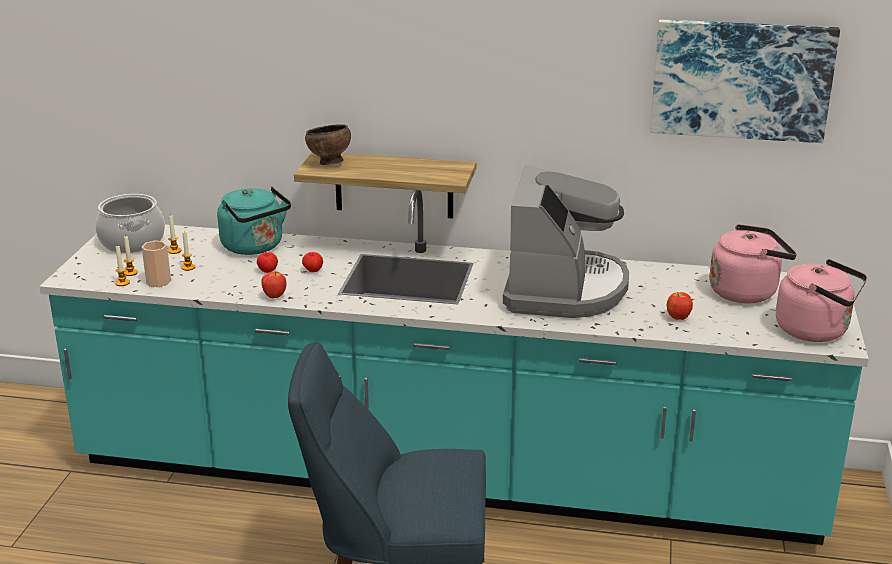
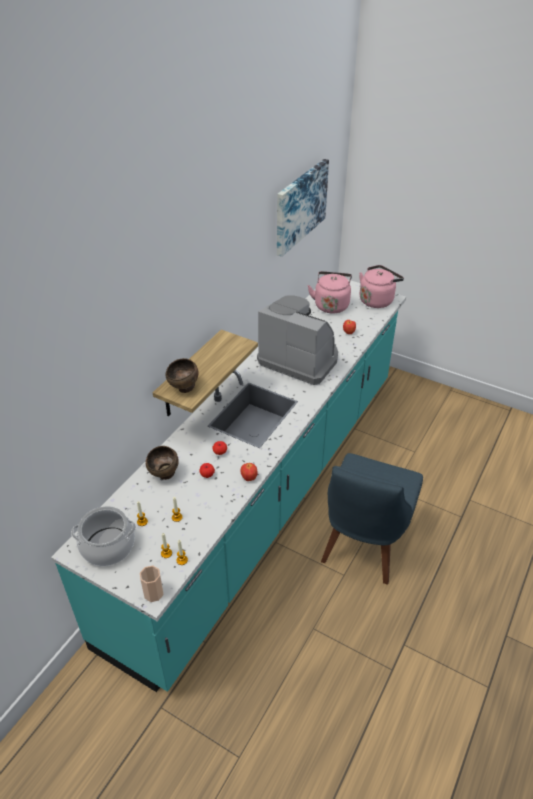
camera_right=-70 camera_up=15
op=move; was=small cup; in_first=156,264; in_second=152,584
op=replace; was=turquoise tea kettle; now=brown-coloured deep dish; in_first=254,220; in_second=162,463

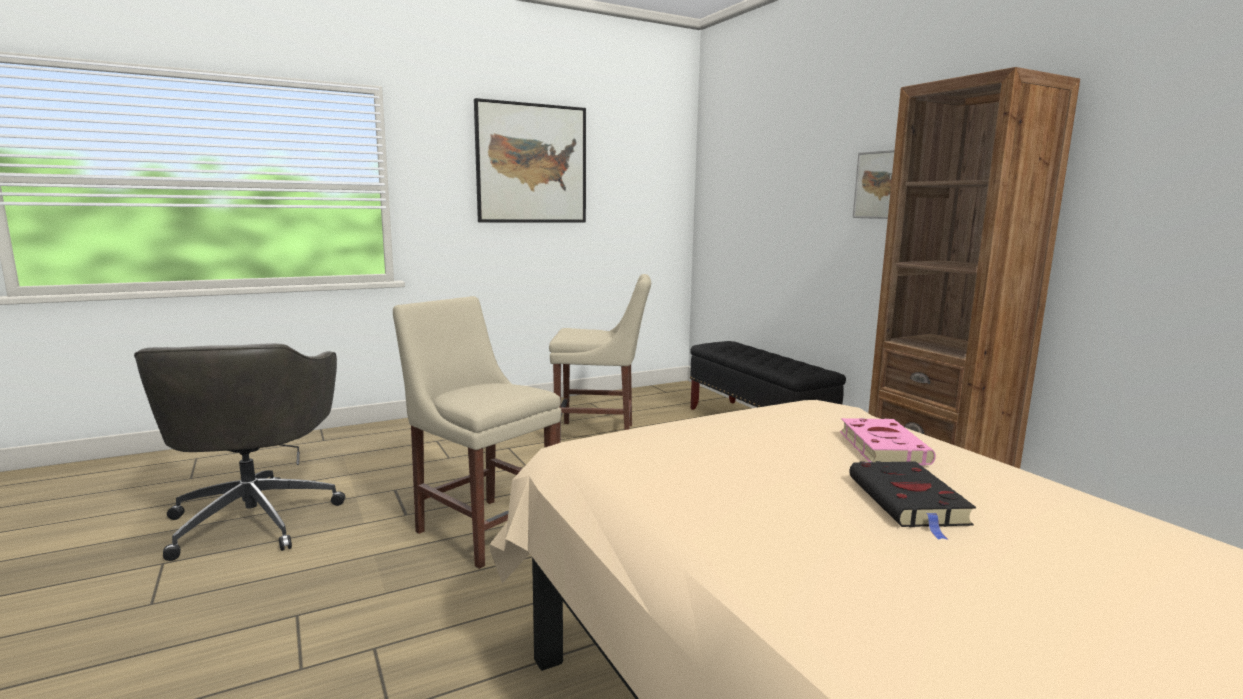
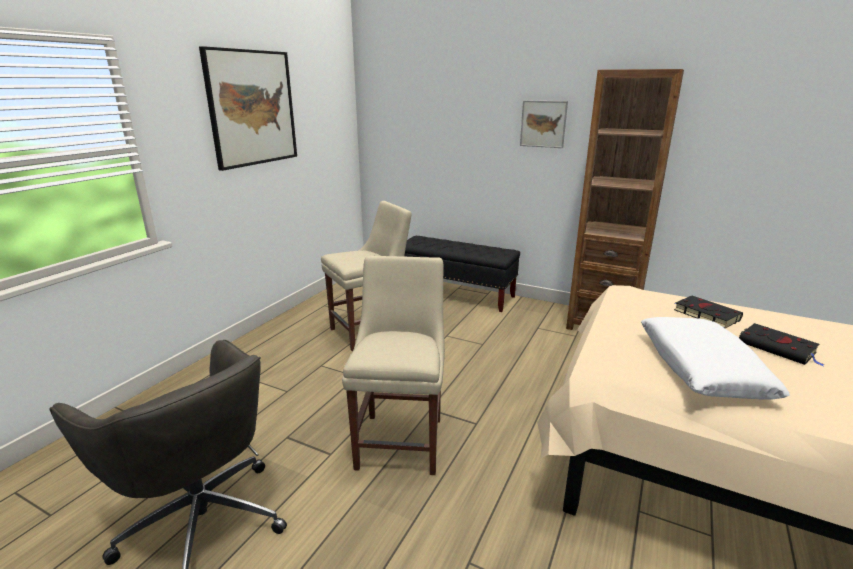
camera_right=-35 camera_up=10
op=insert; now=white-coloured pillow; in_second=715,358
op=recolor; was=pinkish bound book; now=blackish bound book; in_first=888,442; in_second=708,312
op=rotate; was=beige-coloured chair; in_first=477,432; in_second=393,365; clockwise=90

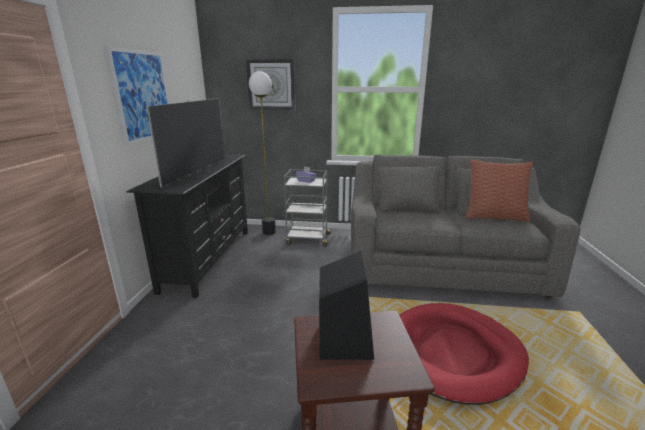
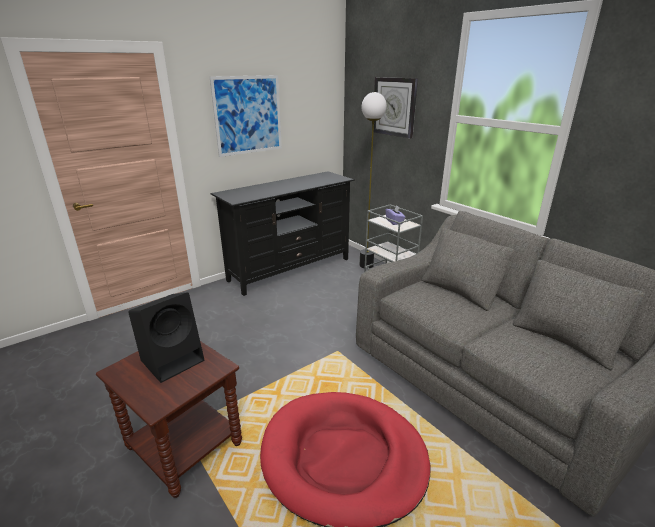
camera_right=45 camera_up=5
op=delete; was=TV set; in_first=186,143
op=delete; was=pillow; in_first=499,191

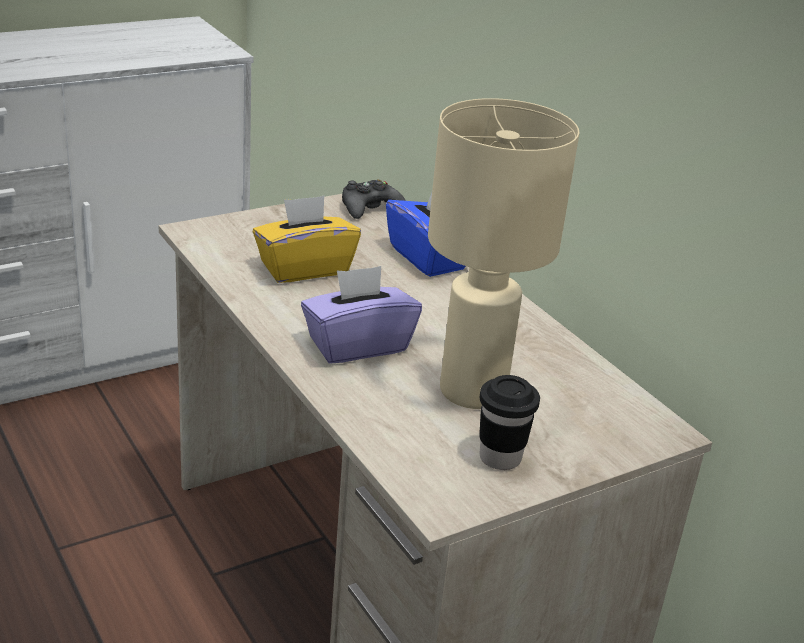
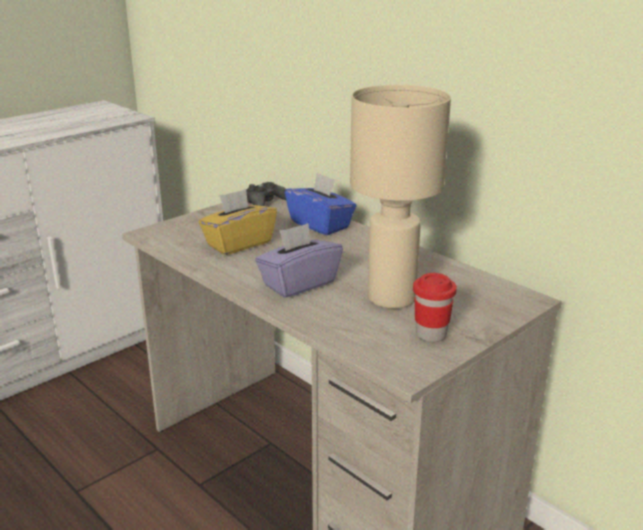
camera_right=-10 camera_up=-5
op=recolor; was=blackish small cup; now=reddish small cup; in_first=509,422; in_second=435,307

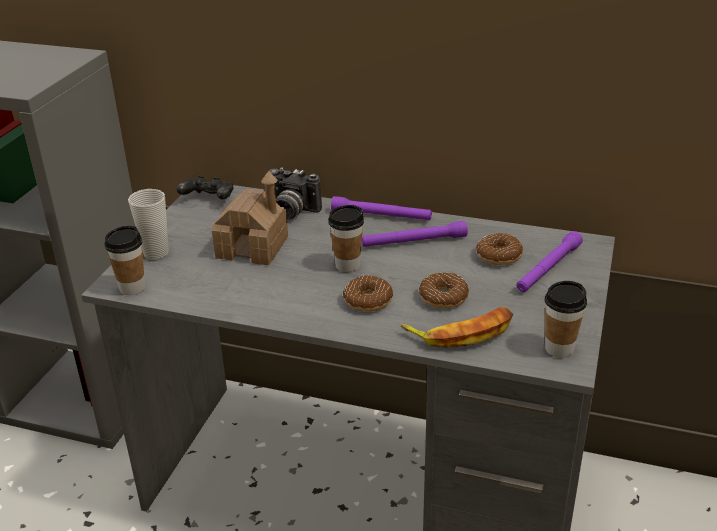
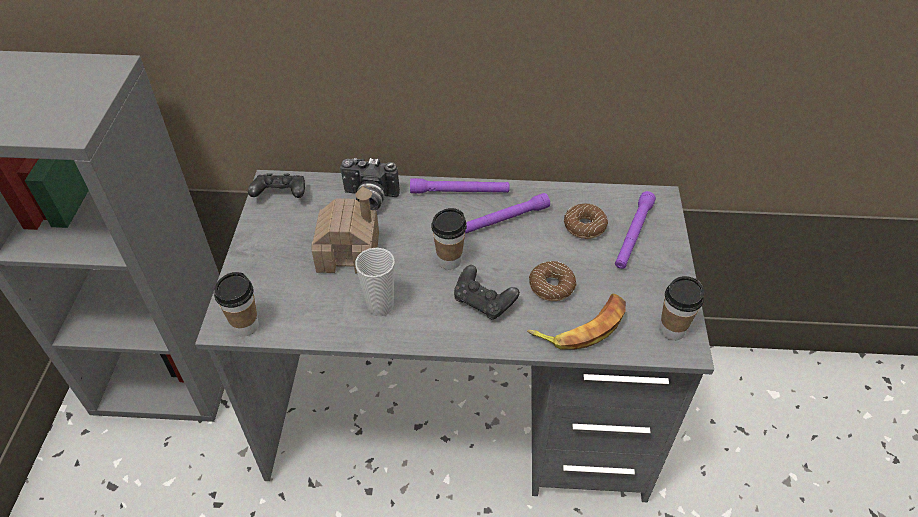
camera_right=-15 camera_up=15
op=move; was=small cup; in_first=148,224; in_second=375,281
op=replace; was=ring doughnut; now=blackish gamepad; in_first=368,293; in_second=487,292

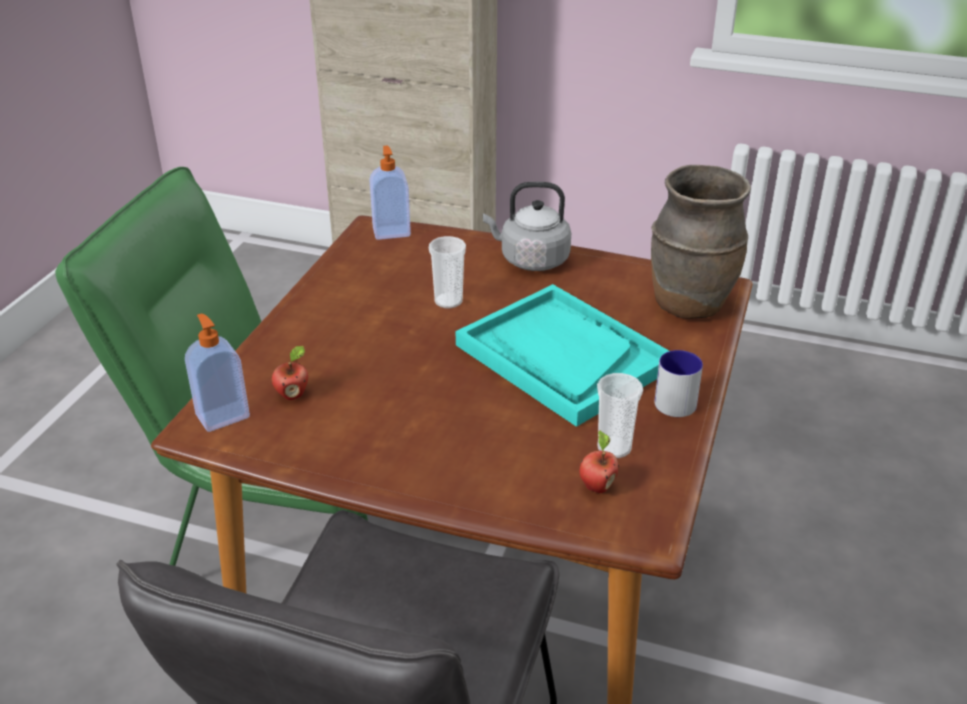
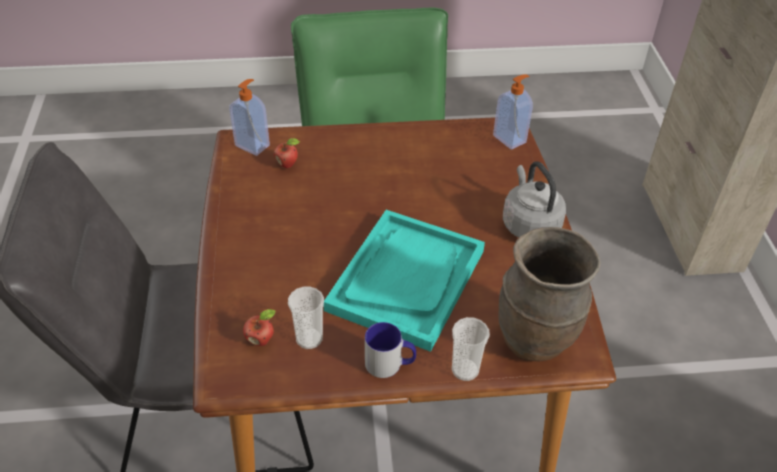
camera_right=65 camera_up=10
op=move; was=small cup; in_first=447,272; in_second=471,349

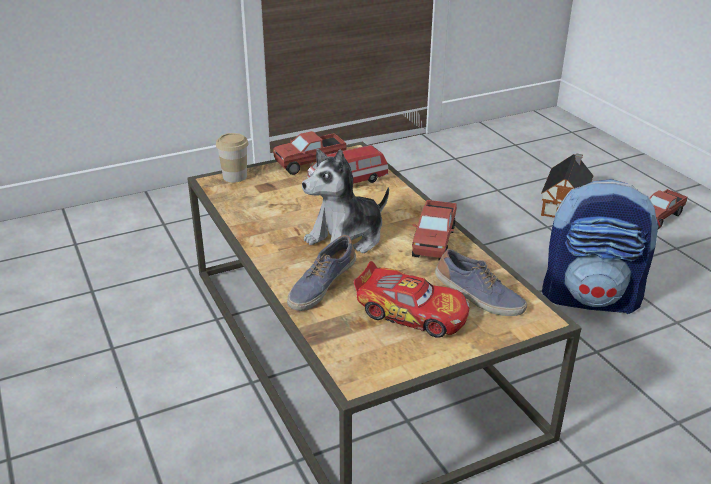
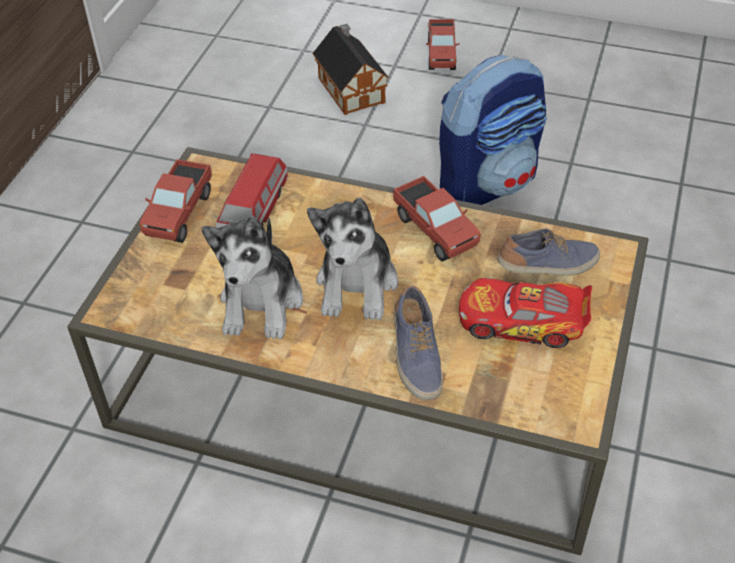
camera_right=-45 camera_up=15
op=delete; was=small cup; in_first=232,158
op=insert; now=plush toy; in_second=252,278
op=rotate; was=model car; in_first=411,299; in_second=525,313; clockwise=-150

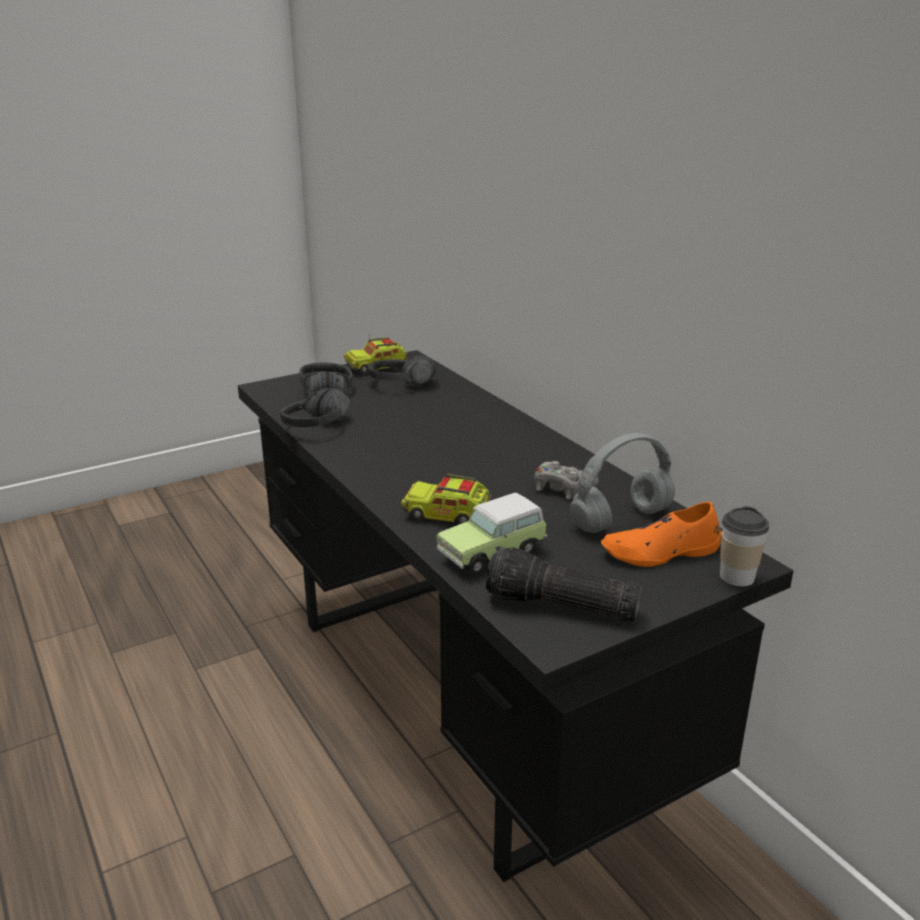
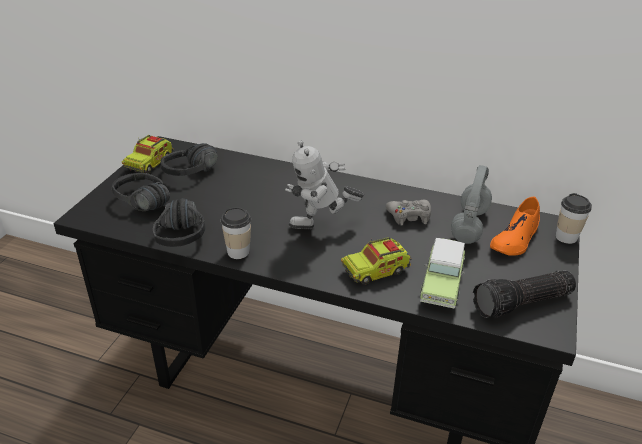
camera_right=-40 camera_up=10
op=insert; now=small cup; in_second=236,233
op=insert; now=robot figure; in_second=324,184

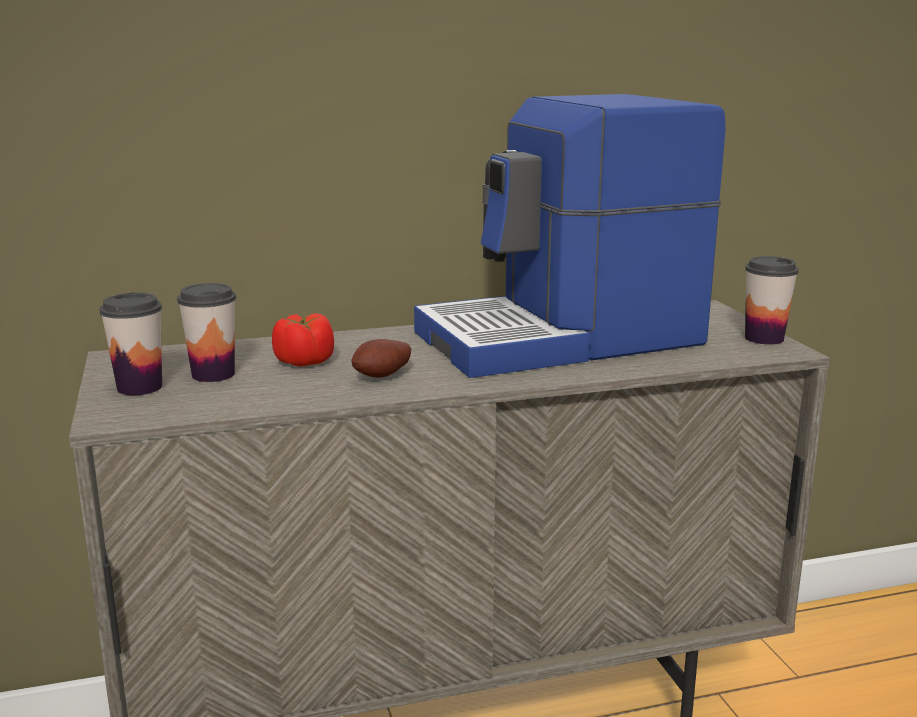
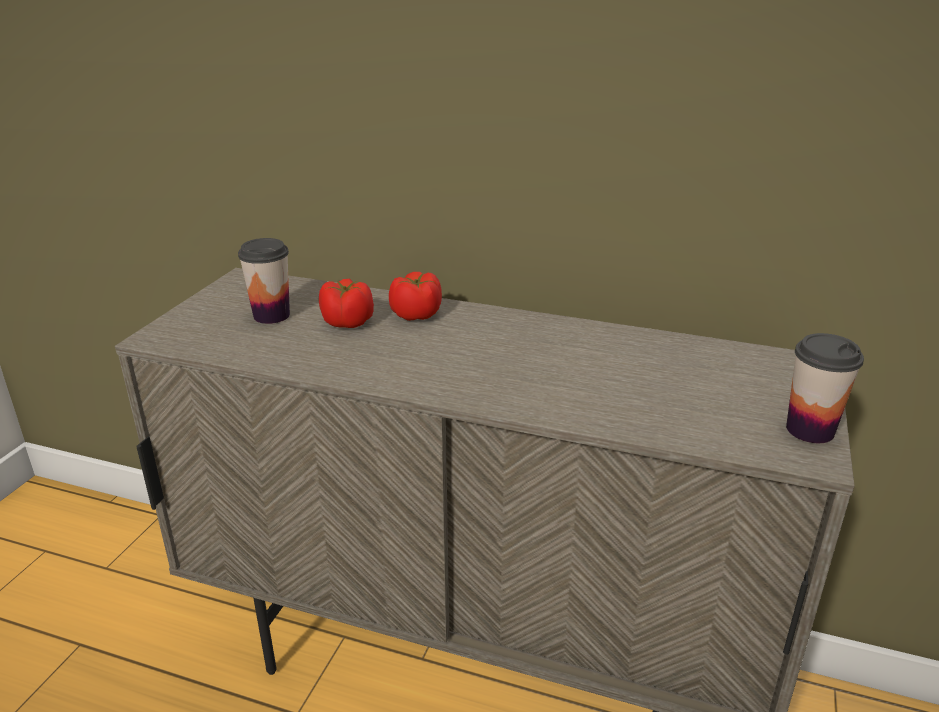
camera_right=35 camera_up=10
op=delete; was=small cup; in_first=131,344
op=delete; was=whole potato; in_first=381,358
op=delete; was=coffee machine; in_first=569,236
op=insert; now=fresh tomato; in_second=415,296

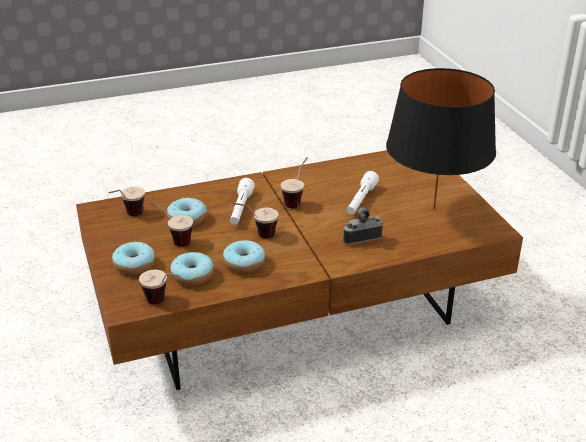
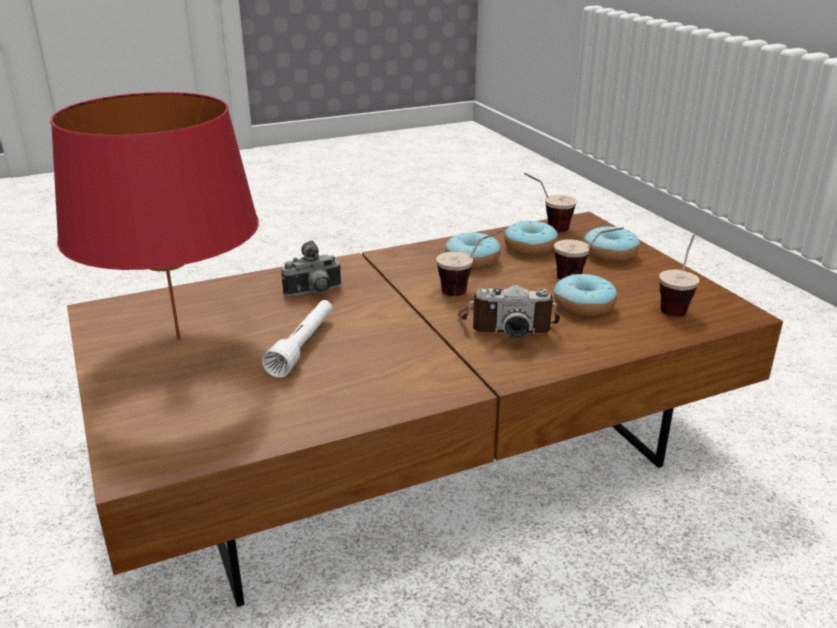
camera_right=175 camera_up=-5
op=delete; was=small cup; in_first=294,182
op=replace; was=white-coloured torch; now=still camera; in_first=242,201; in_second=509,311
op=recolor; was=blackish tabletop lamp; now=reddish tabletop lamp; in_first=441,138; in_second=154,216

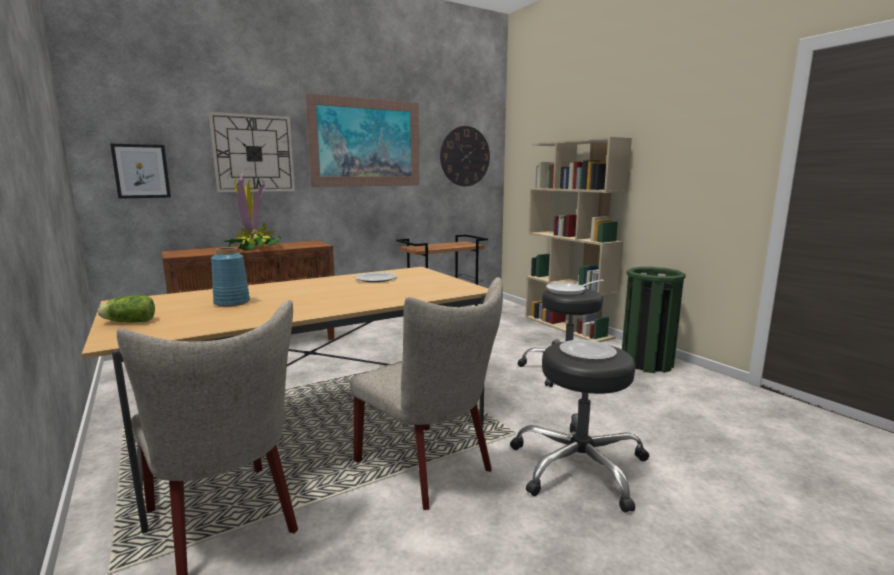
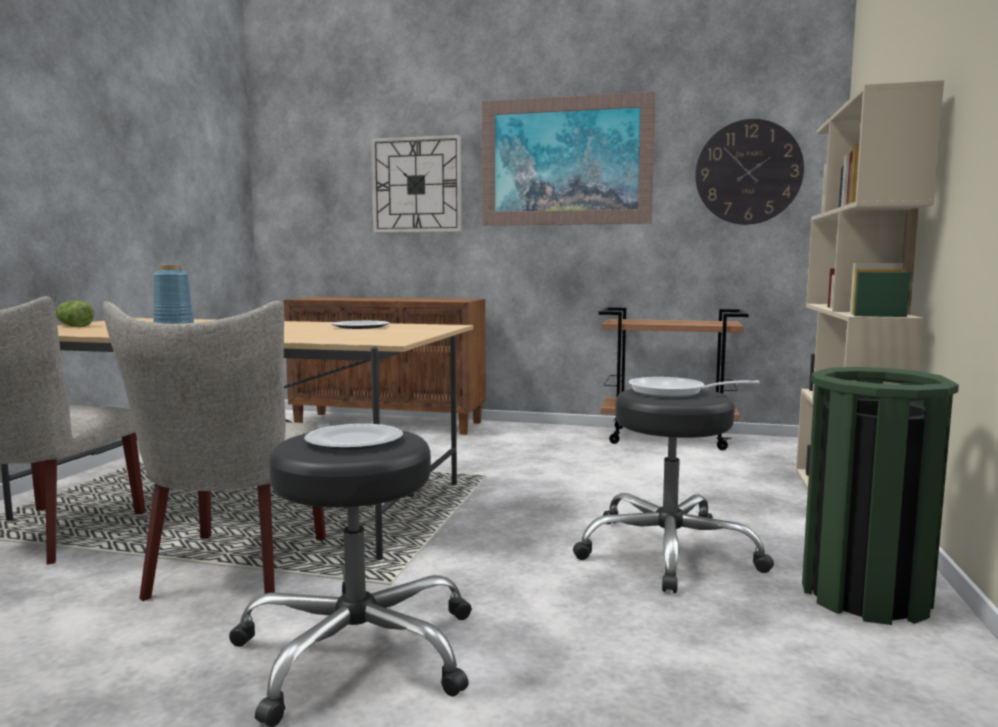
camera_right=45 camera_up=-5
op=delete; was=picture; in_first=140,171
op=delete; was=potted plant; in_first=252,211

